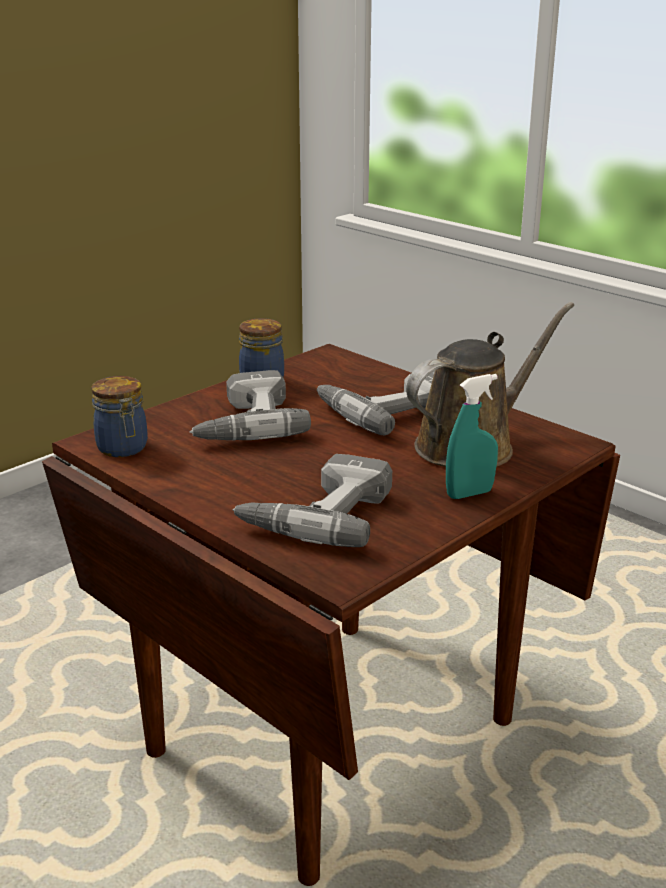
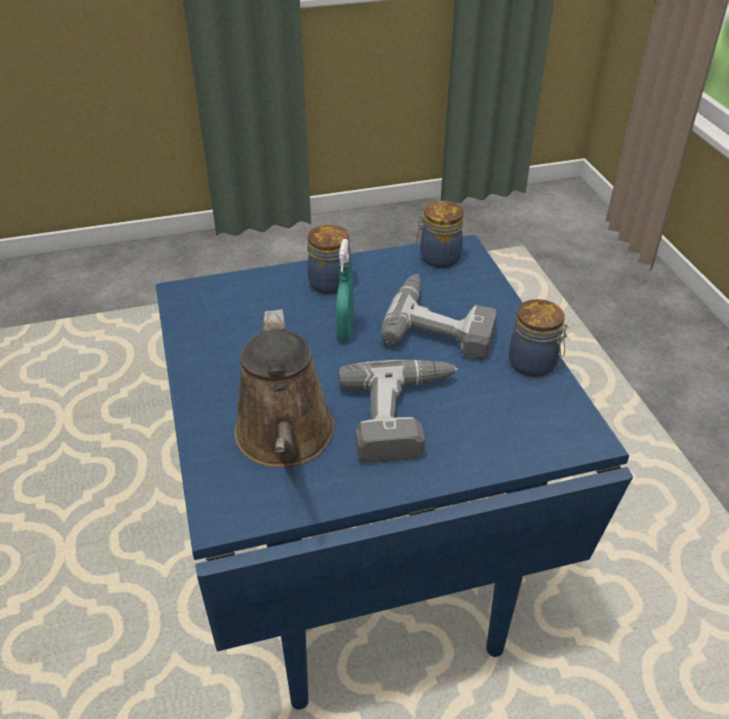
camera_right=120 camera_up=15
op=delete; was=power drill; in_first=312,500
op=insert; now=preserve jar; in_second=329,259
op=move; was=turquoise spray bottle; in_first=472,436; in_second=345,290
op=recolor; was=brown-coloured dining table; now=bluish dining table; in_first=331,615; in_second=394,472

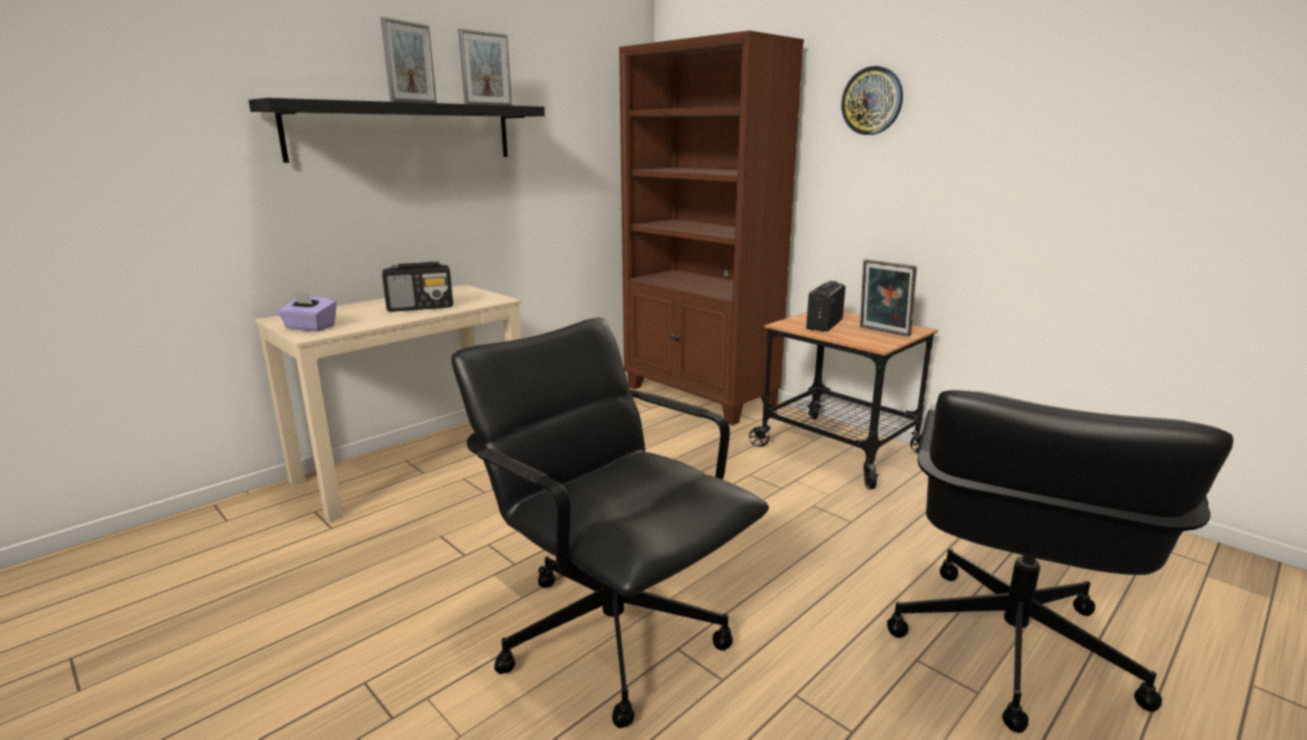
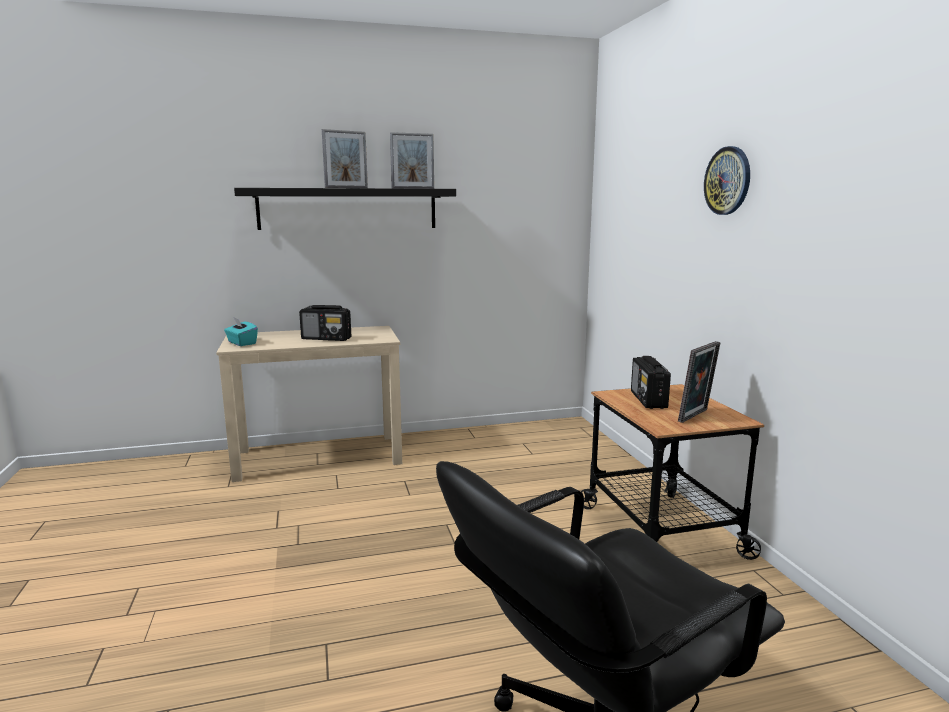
camera_right=30 camera_up=-5
op=delete; was=blackish desk chair; in_first=610,522
op=delete; was=brown-coloured bookshelf; in_first=711,227
op=recolor; was=purplish tissue holder; now=turquoise tissue holder; in_first=307,311; in_second=241,332
op=rotate; was=radio set; in_first=825,306; in_second=651,382; clockwise=-60
op=rotate; was=picture frame; in_first=888,298; in_second=699,382; clockwise=-120

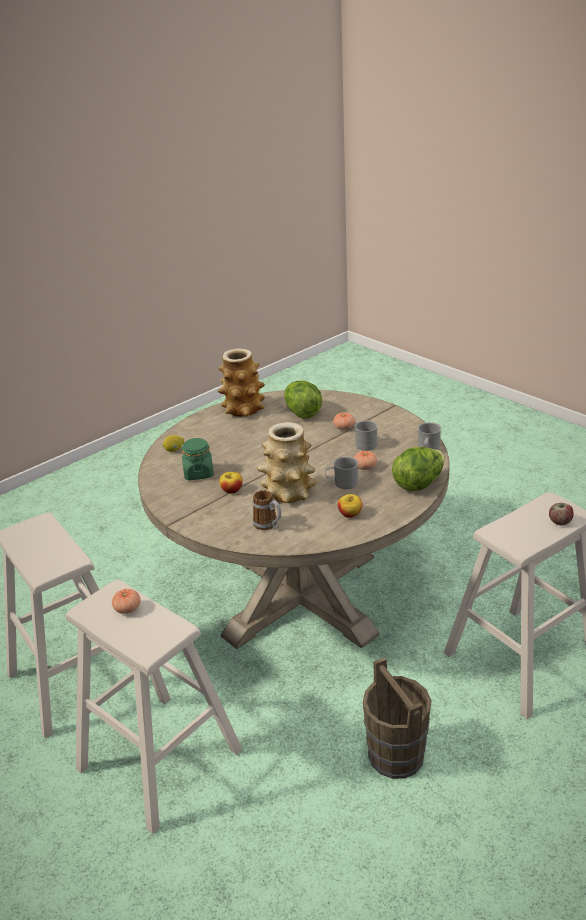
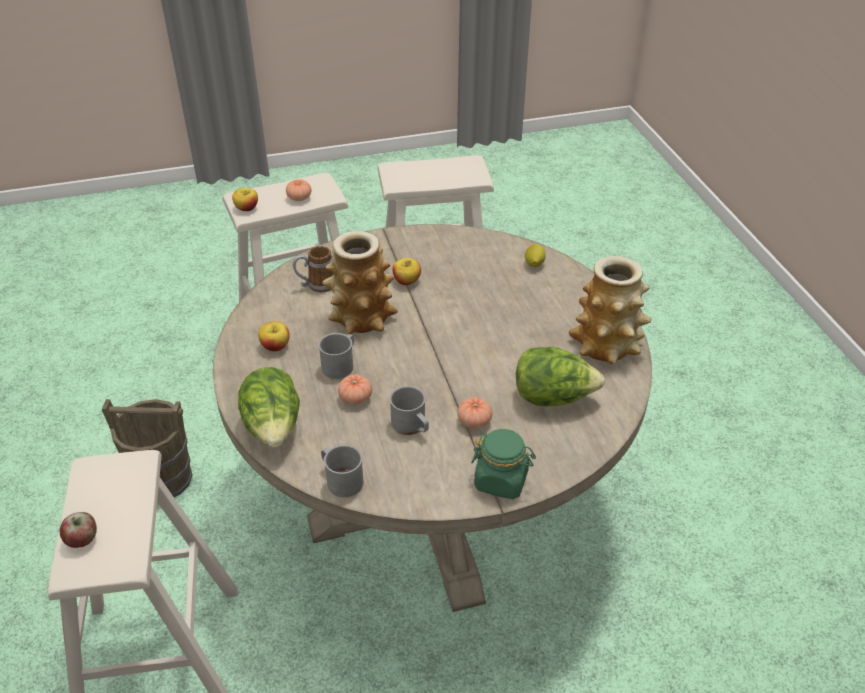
camera_right=115 camera_up=10
op=insert; now=whole apple; in_second=245,199
op=move; was=green preserve jar; in_first=198,459; in_second=503,464

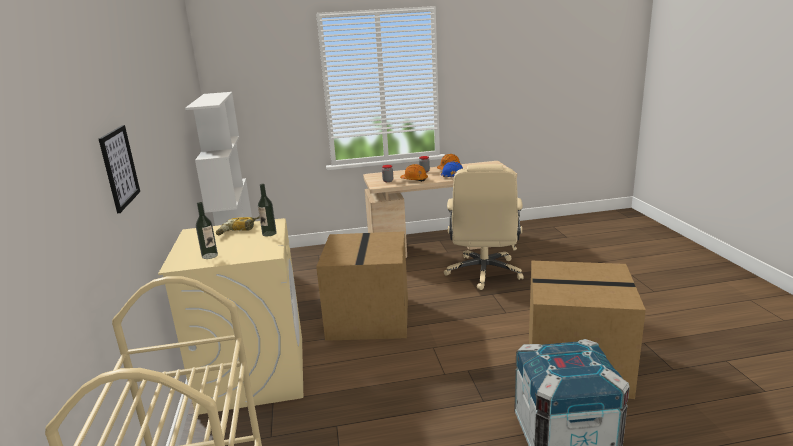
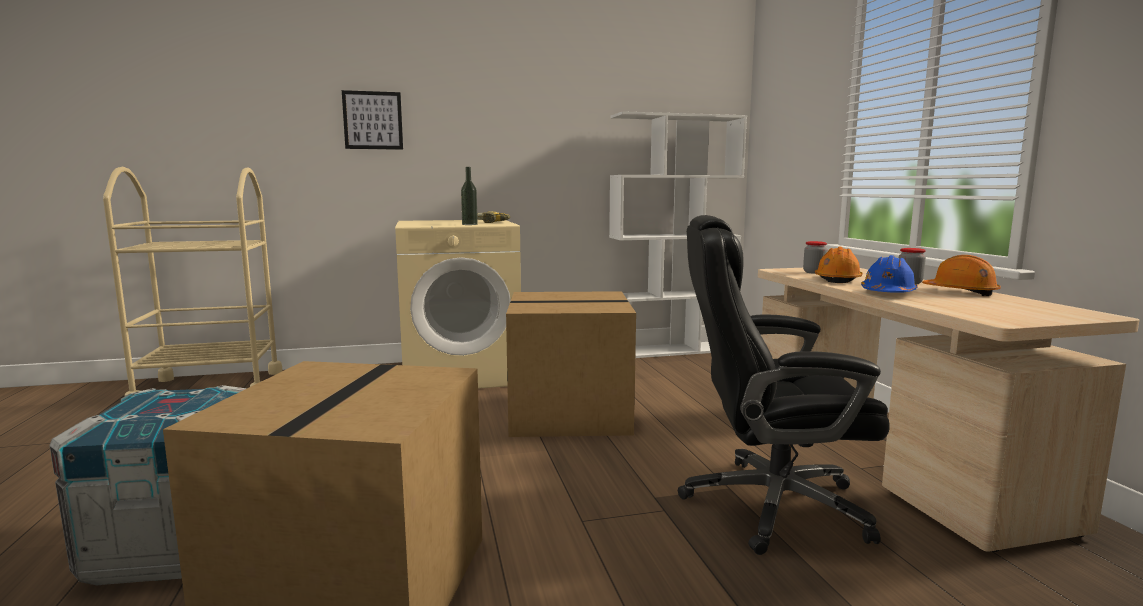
camera_right=85 camera_up=-10
op=delete; was=beverage bottle; in_first=207,230
op=recolor; was=beige-coloured desk chair; now=blackish desk chair; in_first=484,227; in_second=784,385

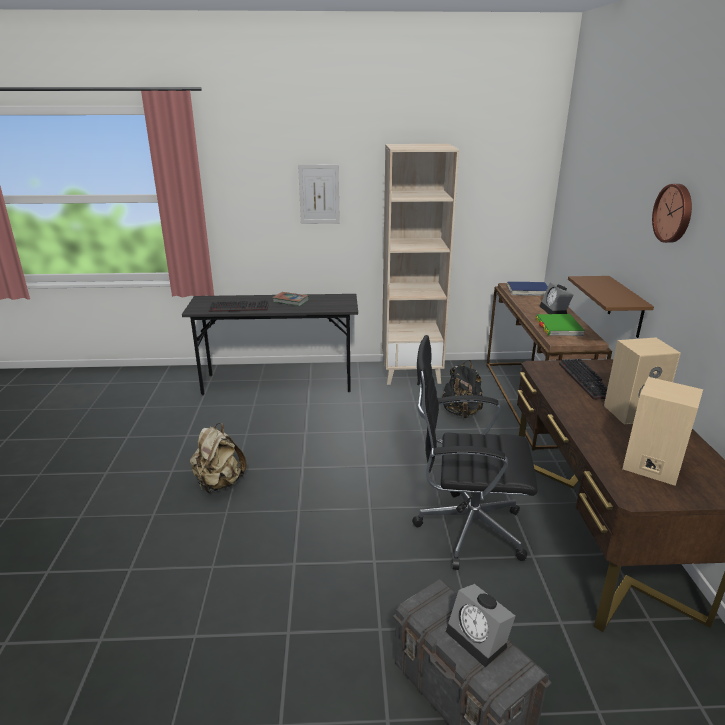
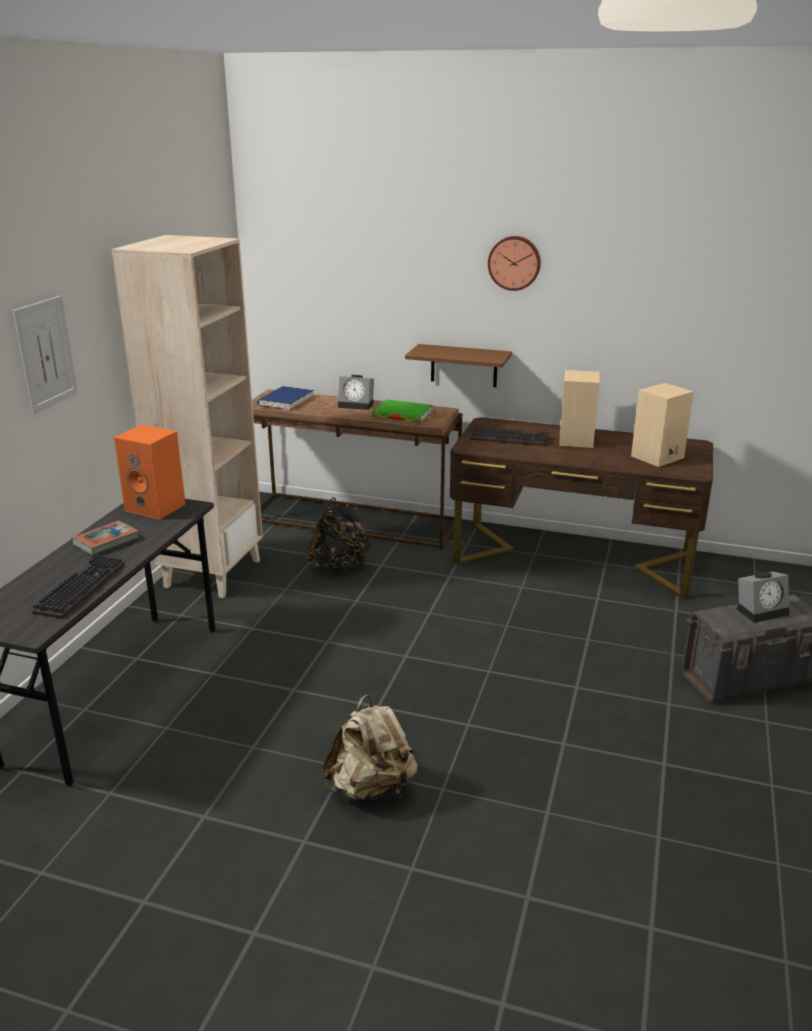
camera_right=-70 camera_up=0
op=delete; was=blackish desk chair; in_first=475,452
op=insert; now=orange speaker; in_second=150,472

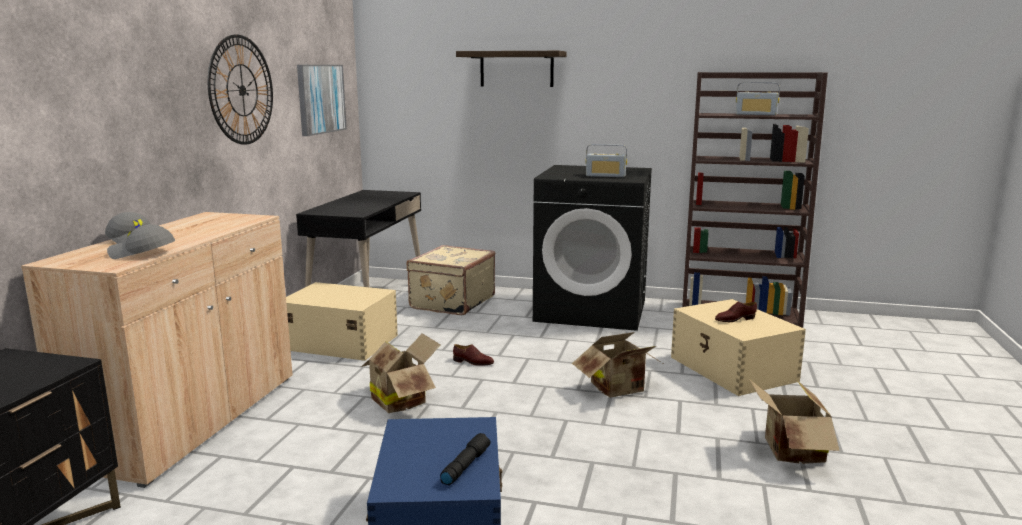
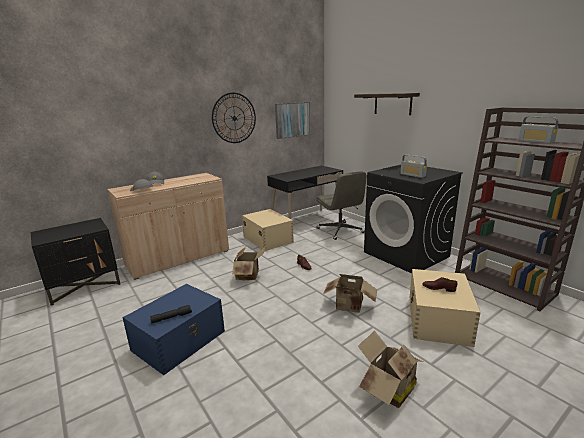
camera_right=40 camera_up=5
op=replace; was=beige-coloured piece of luggage; now=greyish desk chair; in_first=451,280; in_second=341,205

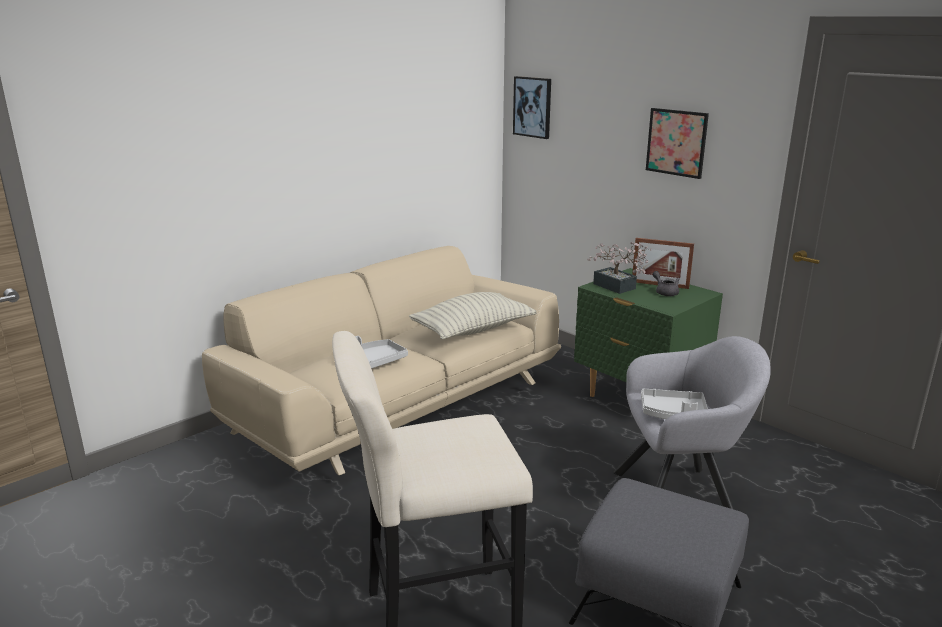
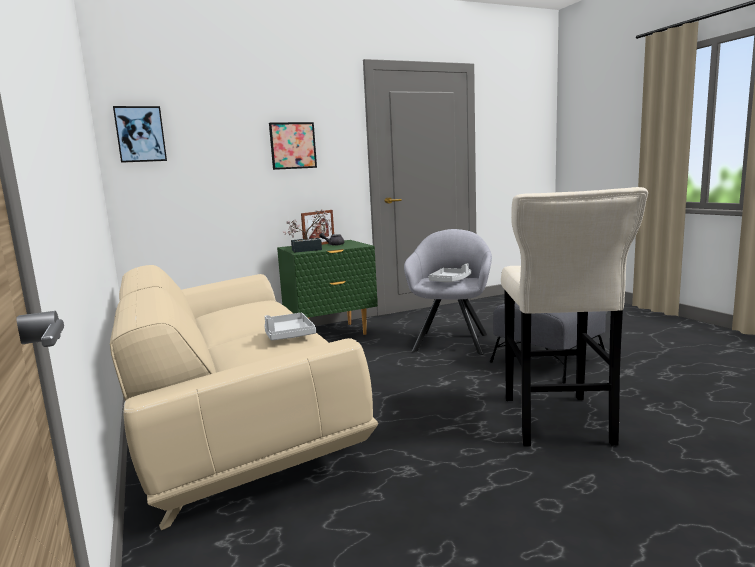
camera_right=-70 camera_up=-10
op=delete; was=pillow; in_first=472,315

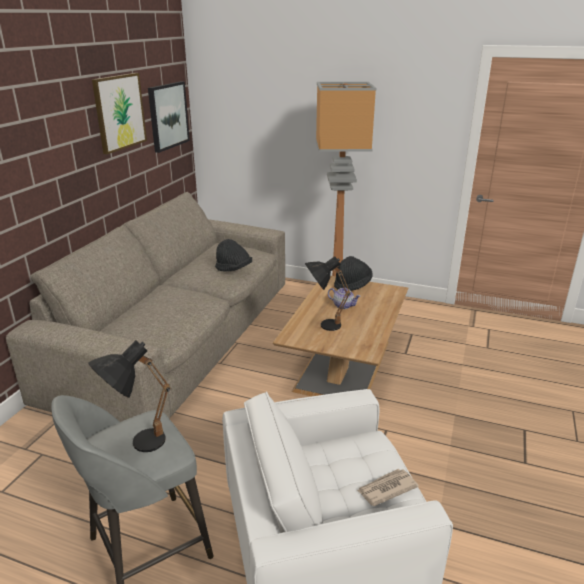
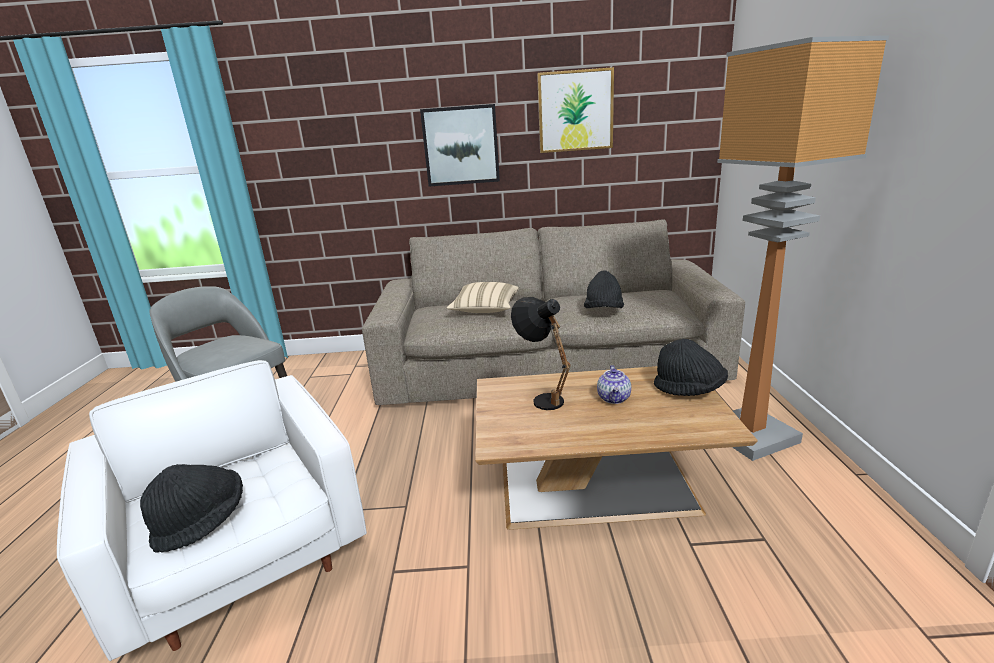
camera_right=70 camera_up=-5
op=delete; was=blackish tabletop lamp; in_first=129,396
op=insert; now=beige-coloured pillow; in_second=483,297
op=move; was=picture; in_first=169,117; in_second=460,145
op=replace; was=daily paper; now=blackish wearable hat; in_first=388,487; in_second=191,508

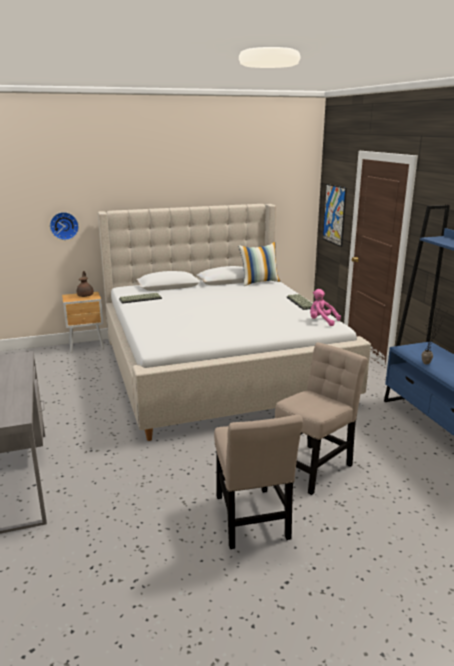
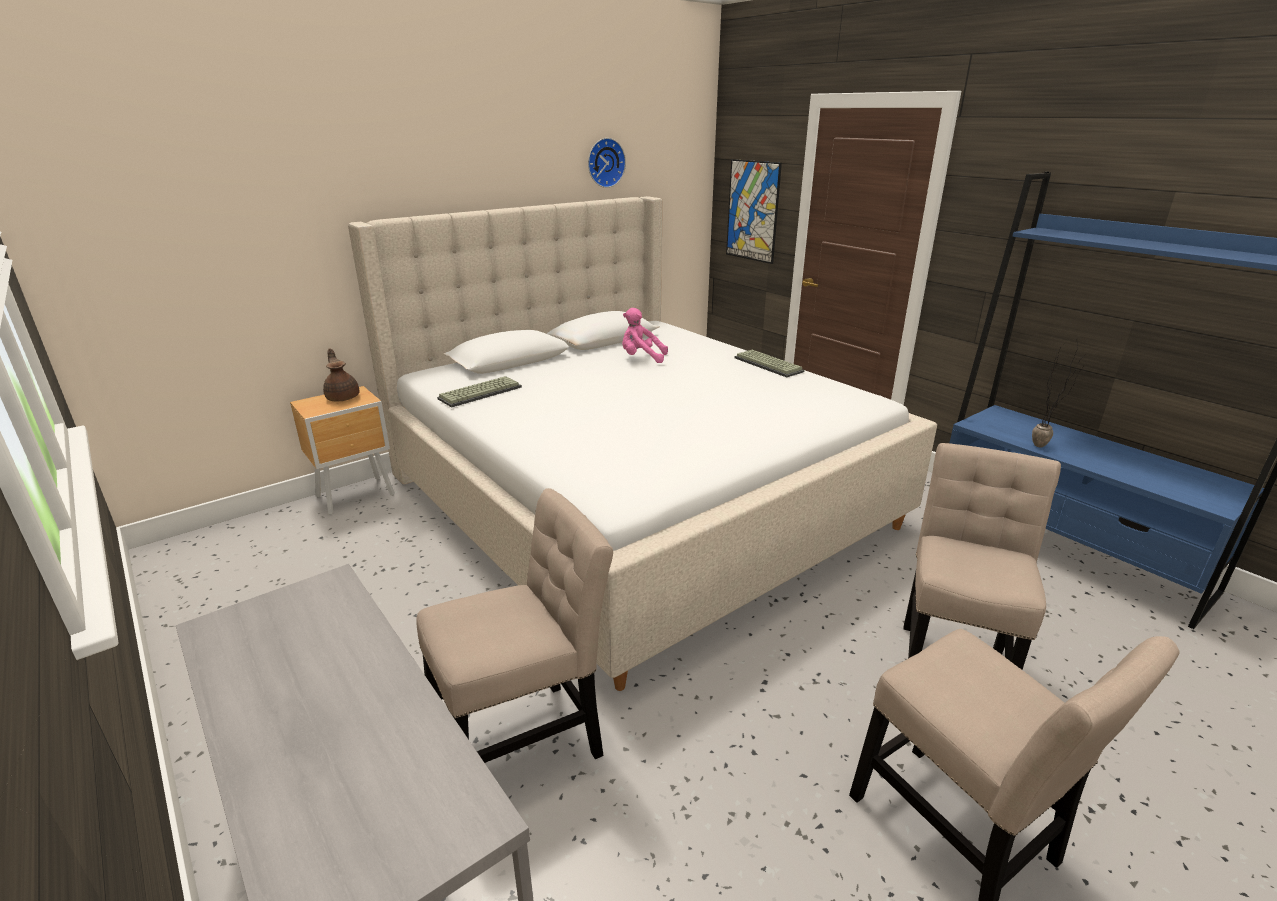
camera_right=-20 camera_up=5
op=delete; was=pillow; in_first=259,264
op=insert; now=beige-coloured chair; in_second=514,625
op=move; was=hanging clock; in_first=64,226; in_second=607,163
op=move; was=pinkish plush toy; in_first=325,307; in_second=645,335

